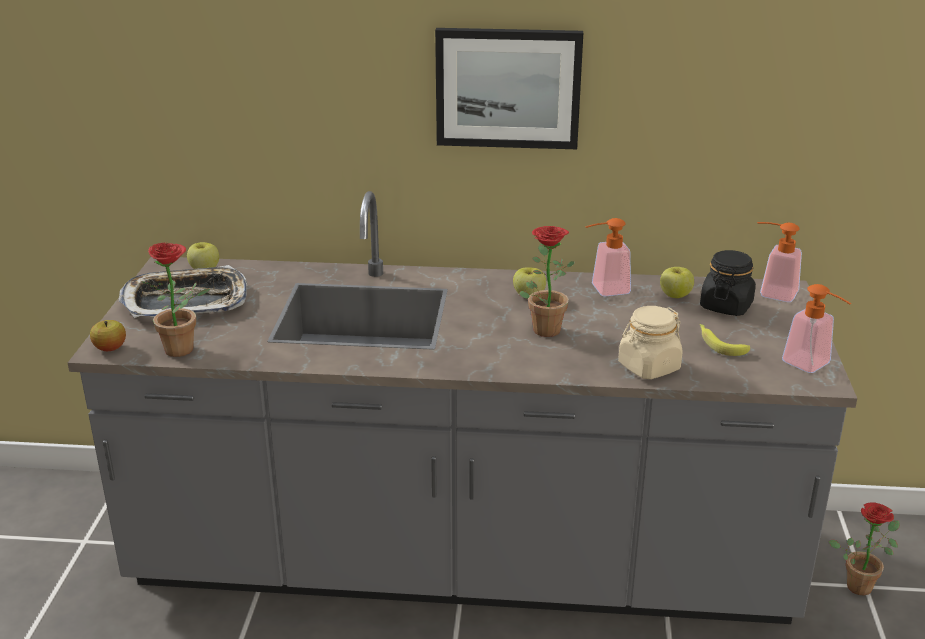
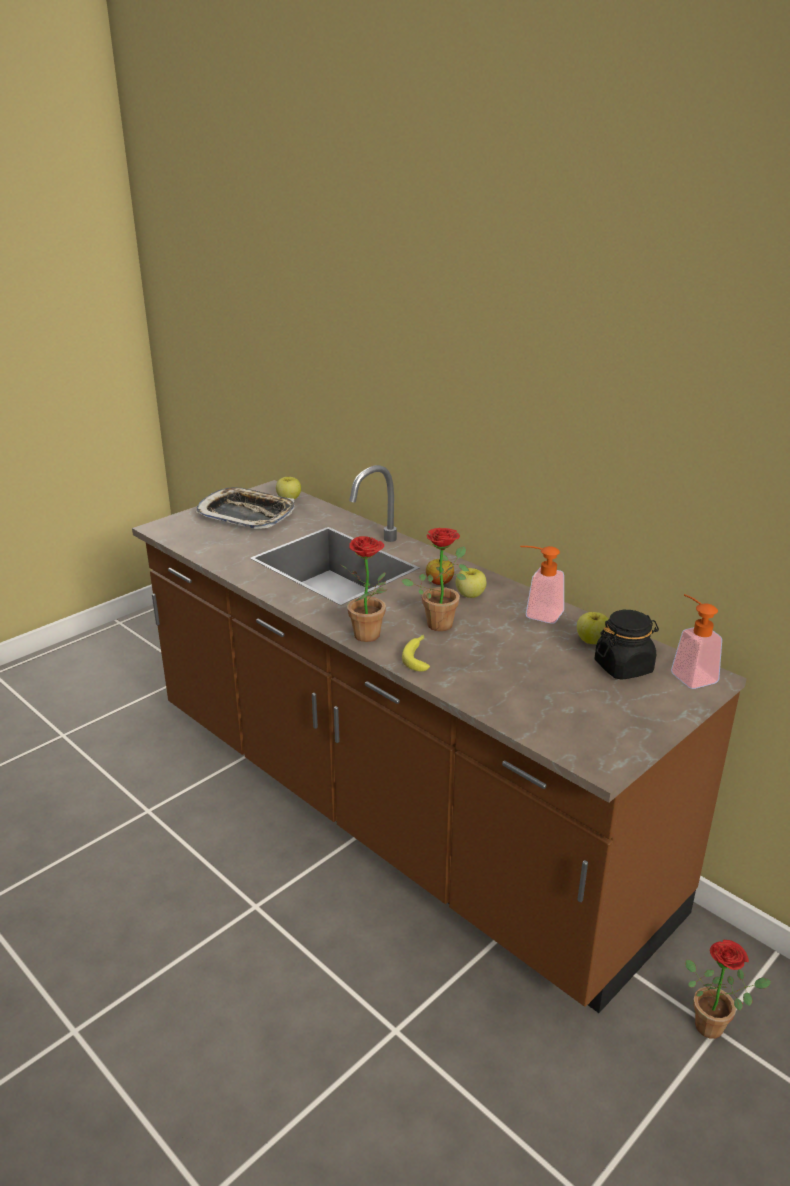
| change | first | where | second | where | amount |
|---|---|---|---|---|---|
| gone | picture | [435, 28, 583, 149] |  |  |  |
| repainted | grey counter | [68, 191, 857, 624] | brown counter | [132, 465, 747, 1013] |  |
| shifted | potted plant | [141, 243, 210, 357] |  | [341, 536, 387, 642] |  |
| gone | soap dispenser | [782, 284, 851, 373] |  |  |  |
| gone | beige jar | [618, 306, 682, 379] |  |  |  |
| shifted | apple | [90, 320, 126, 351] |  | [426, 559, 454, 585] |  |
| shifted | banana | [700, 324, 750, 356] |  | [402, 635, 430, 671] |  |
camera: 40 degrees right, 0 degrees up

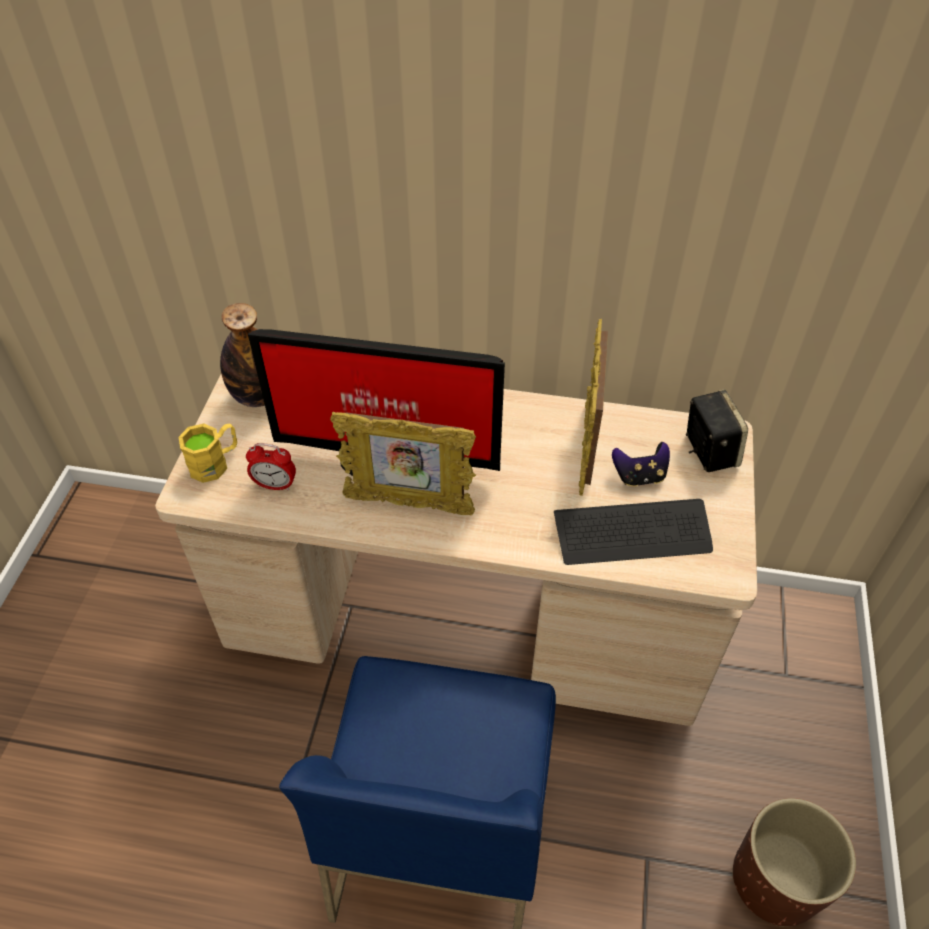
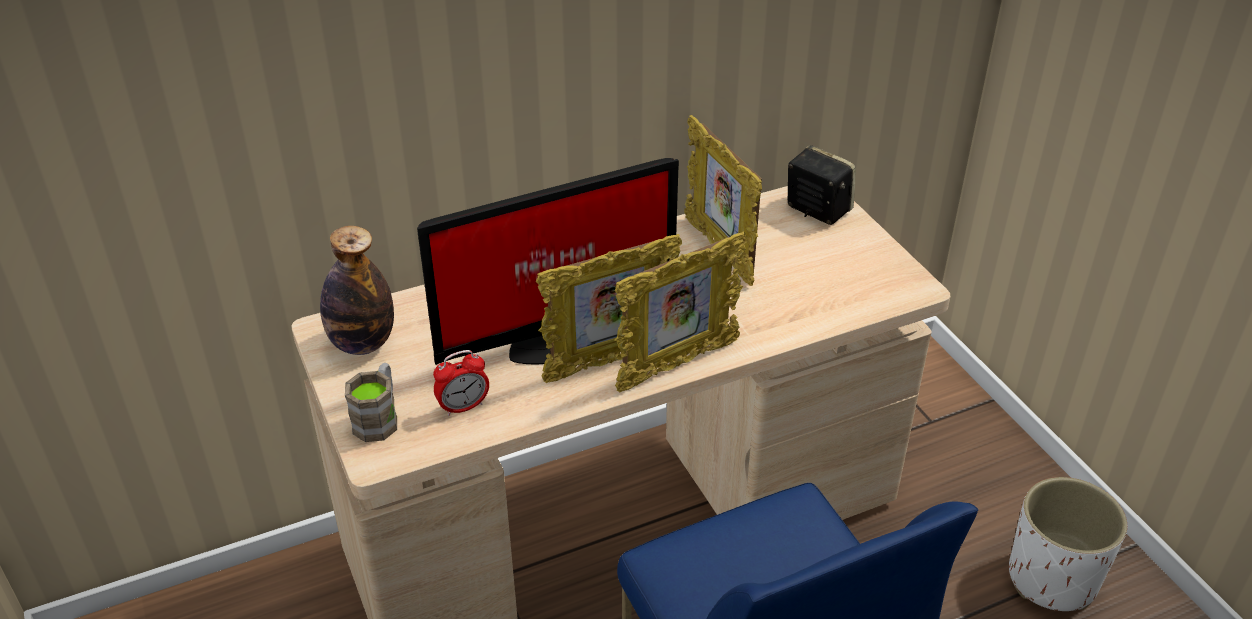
| change | first | where | second | where | amount |
|---|---|---|---|---|---|
| repainted | yellow mug | [178, 423, 237, 483] | brown mug | [345, 363, 397, 442] |  |
| gone | game controller | [612, 442, 670, 487] |  |  |  |
| gone | keyboard | [554, 499, 713, 565] |  |  |  |
| repainted | brown planter | [732, 798, 856, 927] | white planter | [1009, 477, 1127, 611] |  |
| new |  |  | picture frame | [615, 232, 747, 392] |  |
camera: 35 degrees left, 10 degrees down

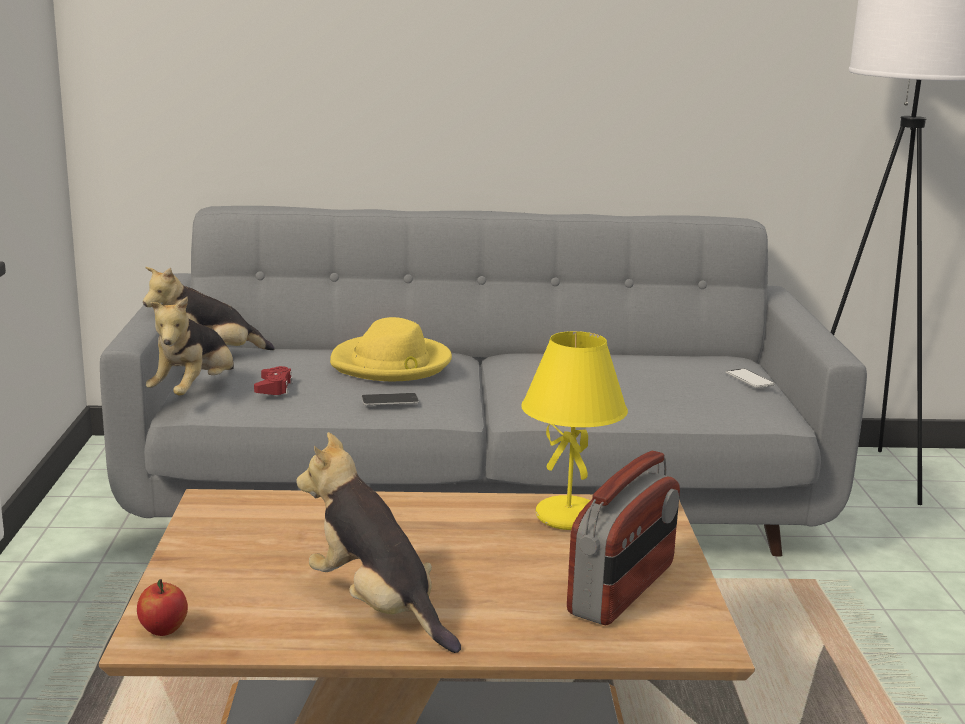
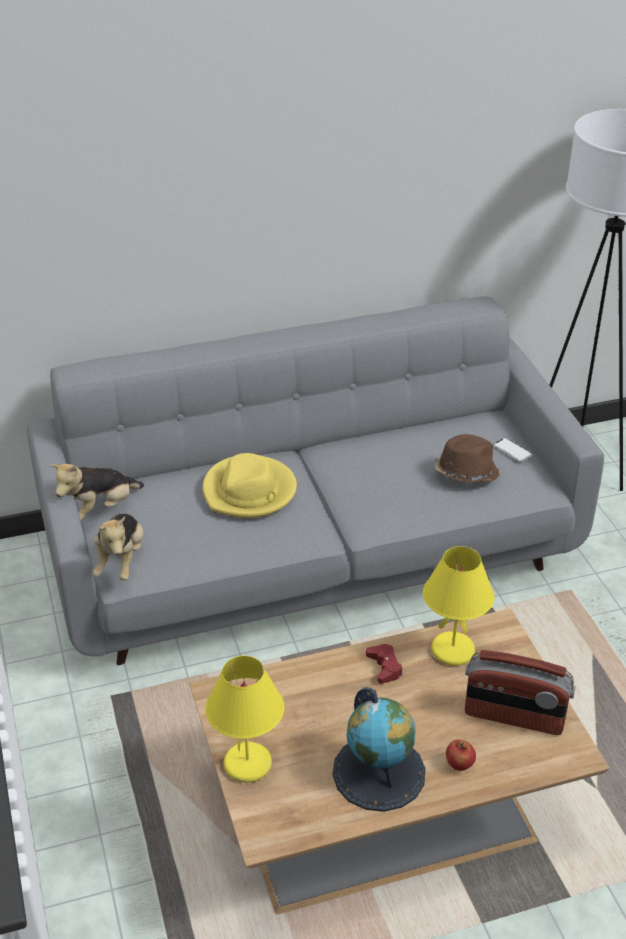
| change | first | where | second | where | amount |
|---|---|---|---|---|---|
| shifted | red game controller | [254, 366, 293, 395] |  | [366, 644, 403, 684] |  |
| gone | phone | [361, 393, 419, 405] |  |  |  |
| swapped | plush toy | [296, 432, 461, 653] | globe | [332, 687, 426, 812] |  |
| rotated | radio | [567, 451, 680, 625] |  | [465, 650, 575, 735] | 90 degrees clockwise |
| shifted | apple | [137, 579, 188, 636] |  | [446, 740, 476, 771] |  |
| new |  |  | brown hat | [435, 434, 499, 483] |  |
| new |  |  | yellow table lamp | [205, 656, 284, 783] |  |
camera: 15 degrees left, 20 degrees up

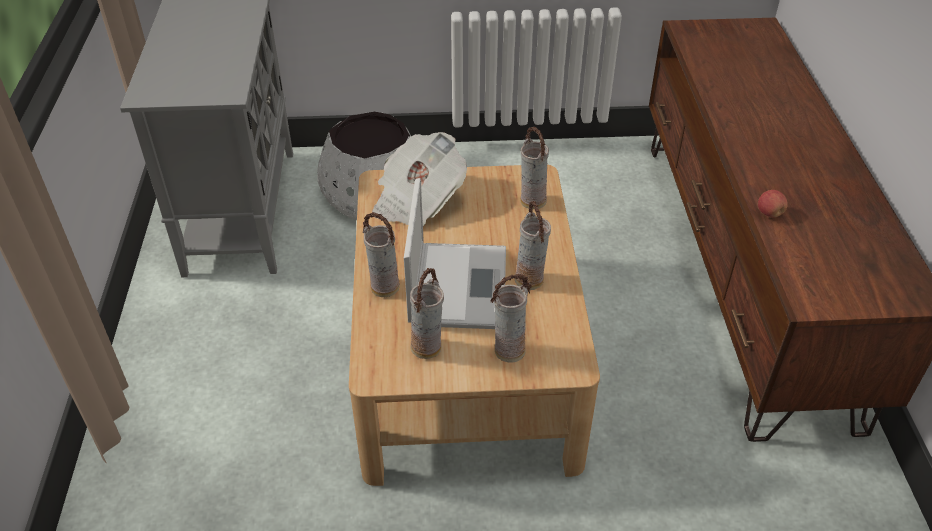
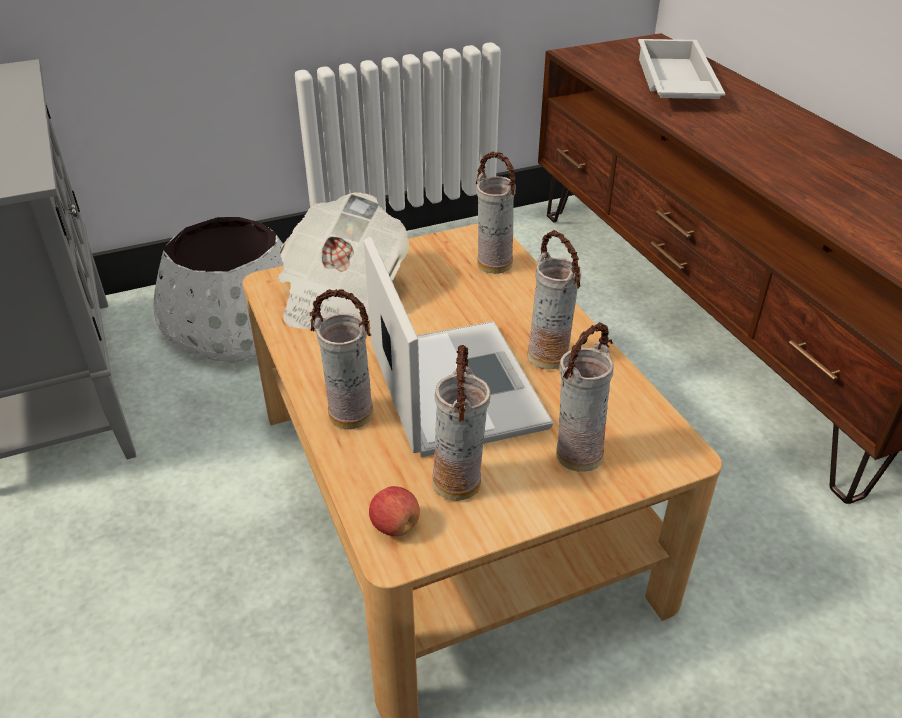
| change | first | where | second | where | amount |
|---|---|---|---|---|---|
| shifted | apple | [758, 190, 788, 217] |  | [369, 486, 420, 536] |  |
| new |  |  | white tray | [638, 39, 725, 99] |  |
camera: 20 degrees left, 5 degrees down

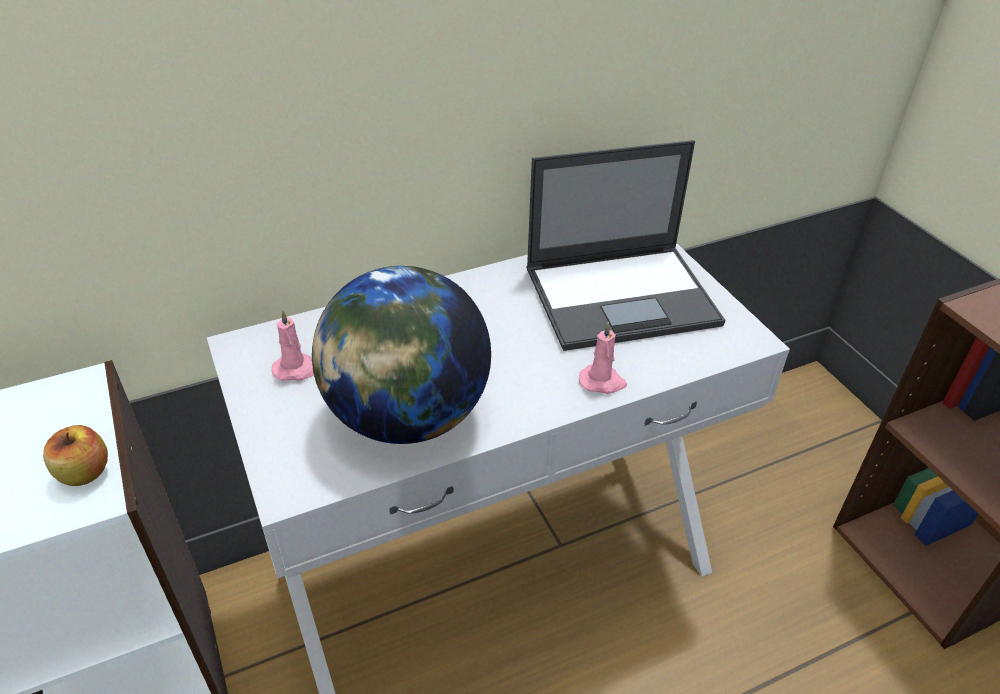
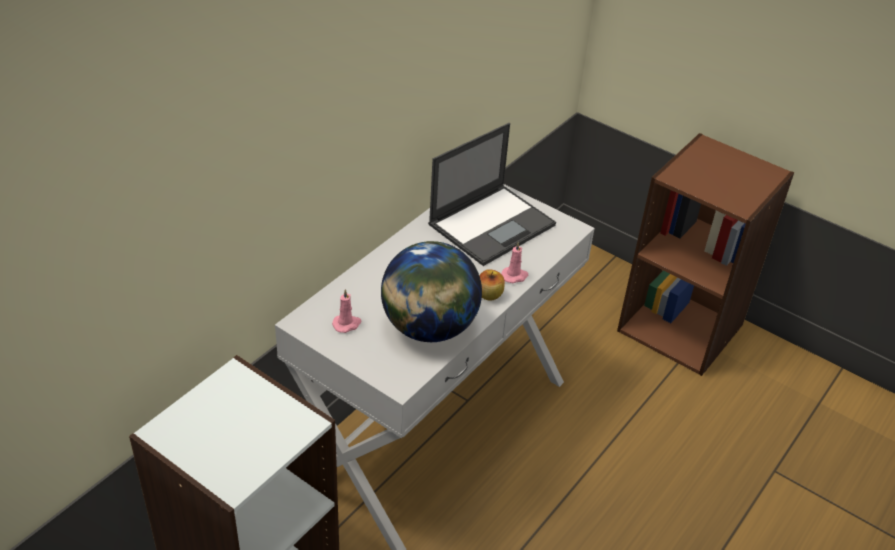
| change | first | where | second | where | amount |
|---|---|---|---|---|---|
| shifted | apple | [43, 425, 108, 486] |  | [479, 269, 505, 301] |  |
camera: 30 degrees left, 0 degrees up

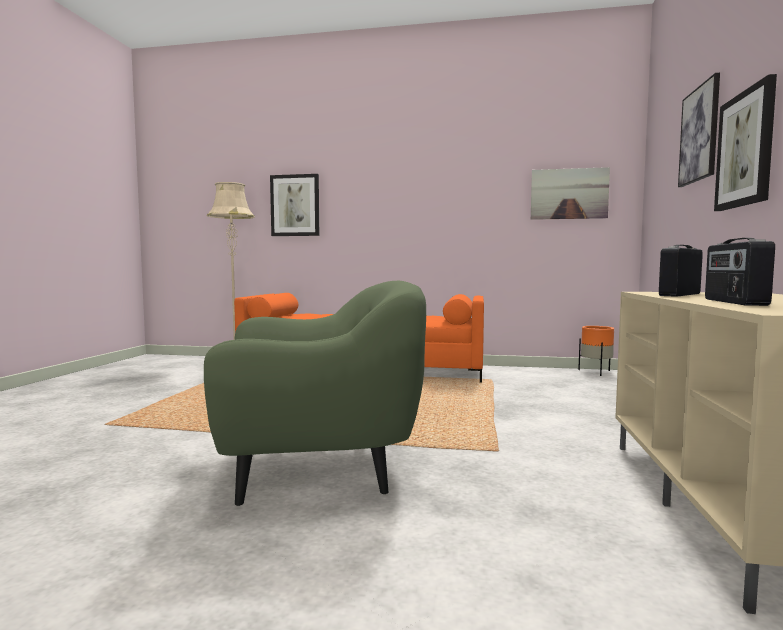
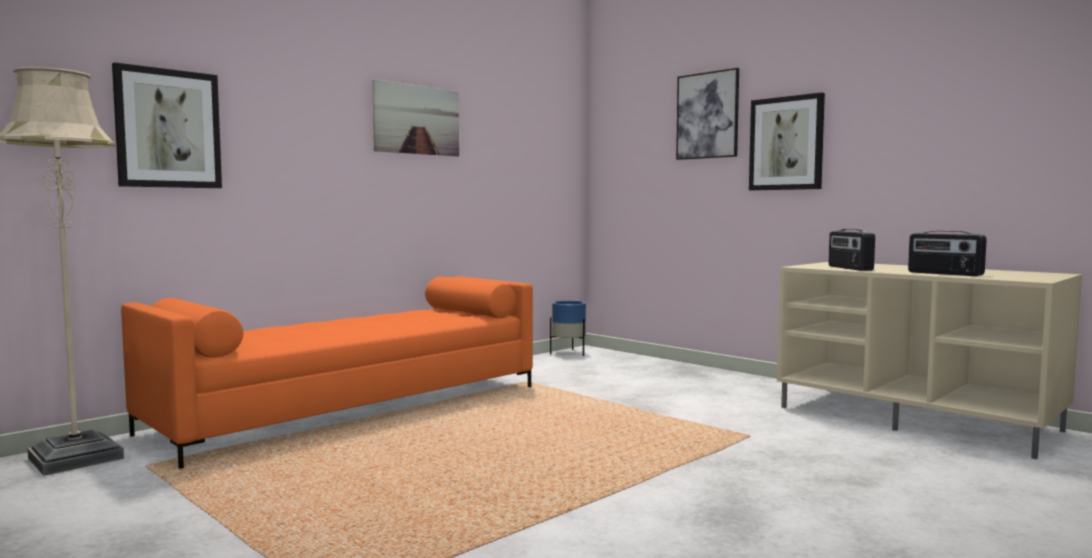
| change | first | where | second | where | amount |
|---|---|---|---|---|---|
| shifted | picture | [531, 167, 610, 220] |  | [372, 79, 459, 157] |  |
| gone | green armchair | [204, 281, 426, 506] |  |  |  |
| repainted | orange planter | [578, 326, 614, 376] | blue planter | [550, 300, 586, 356] |  |
camera: 55 degrees left, 0 degrees up

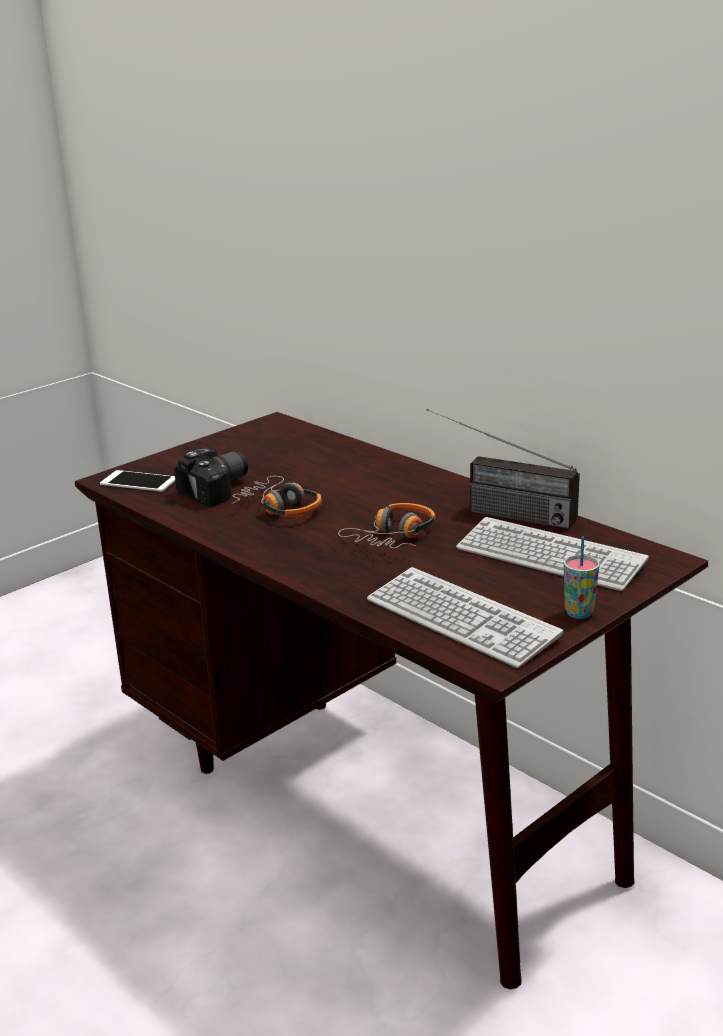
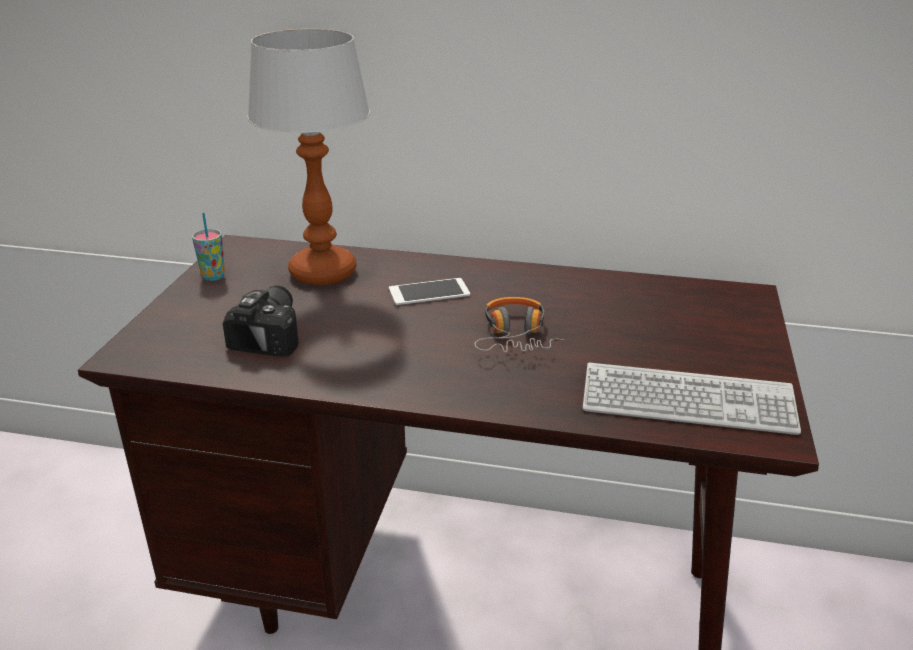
| change | first | where | second | where | amount |
|---|---|---|---|---|---|
| gone | radio | [426, 408, 580, 529] |  |  |  |
| shifted | phone | [100, 470, 175, 492] |  | [389, 278, 470, 305] |  |
| gone | headphones | [231, 476, 322, 517] |  |  |  |
| gone | keyboard | [456, 517, 649, 591] |  |  |  |
| shifted | cup | [564, 537, 600, 619] |  | [192, 213, 225, 281] |  |
| new |  |  | table lamp | [247, 29, 370, 285] |  |
camera: 35 degrees left, 5 degrees up

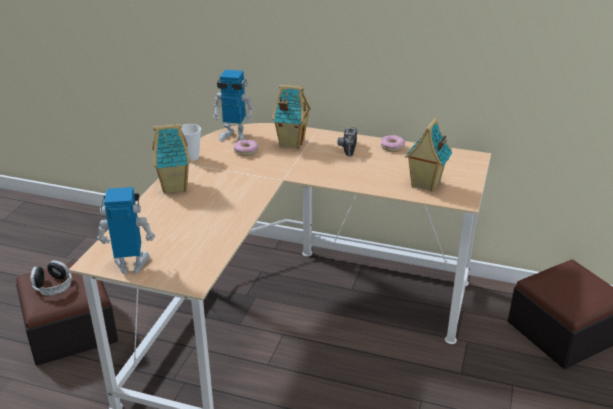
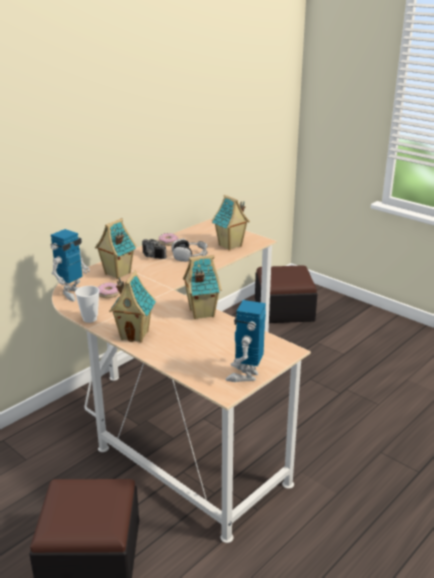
| change | first | where | second | where | amount |
|---|---|---|---|---|---|
| shifted | headphones | [30, 260, 72, 296] |  | [171, 239, 208, 262] |  |
| new |  |  | toy house | [183, 255, 222, 319] |  |
camera: 65 degrees left, 5 degrees down

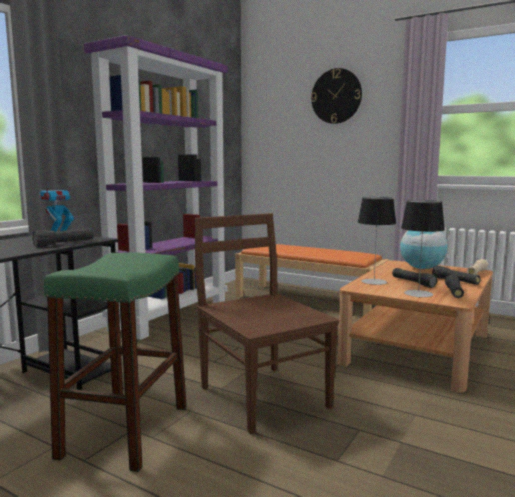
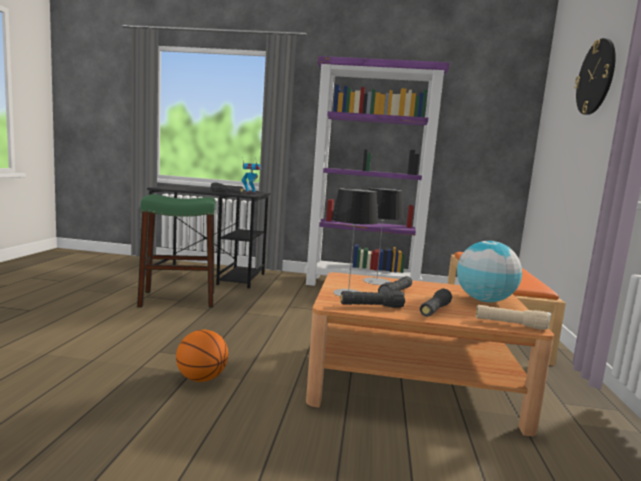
| change | first | where | second | where | amount |
|---|---|---|---|---|---|
| gone | brown chair | [195, 213, 339, 435] |  |  |  |
| new |  |  | basketball | [176, 330, 228, 382] |  |
camera: 65 degrees right, 0 degrees up

